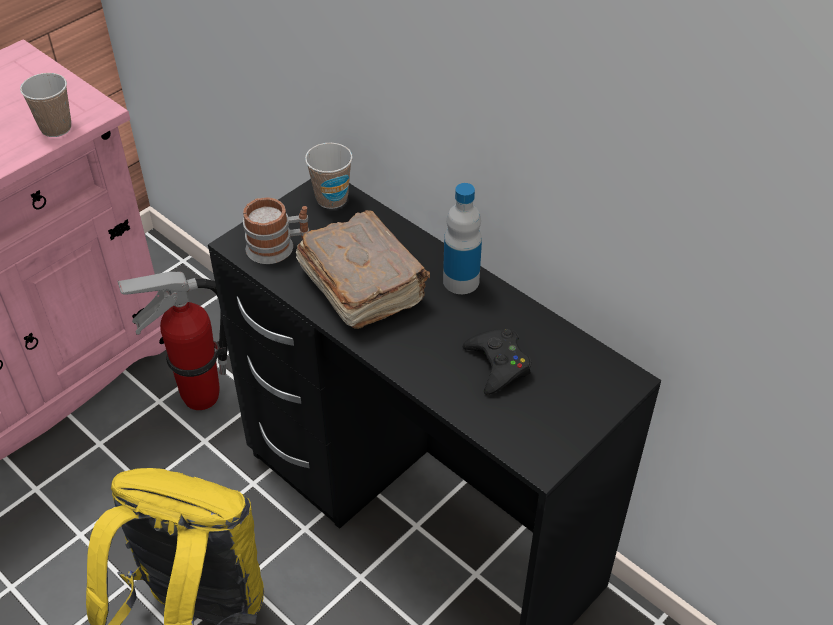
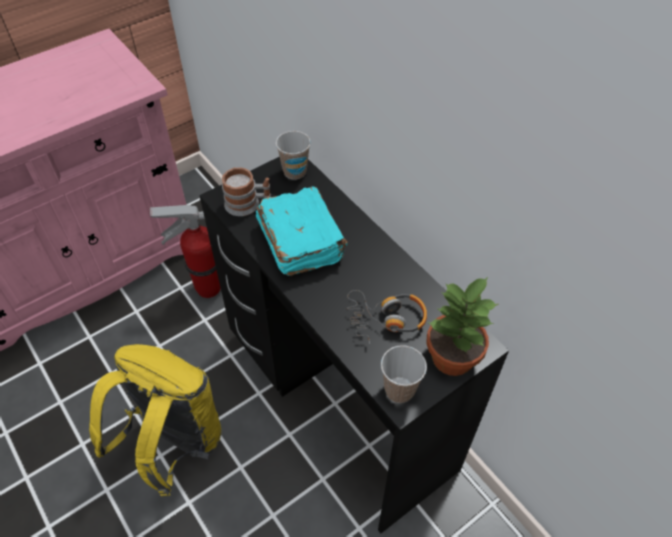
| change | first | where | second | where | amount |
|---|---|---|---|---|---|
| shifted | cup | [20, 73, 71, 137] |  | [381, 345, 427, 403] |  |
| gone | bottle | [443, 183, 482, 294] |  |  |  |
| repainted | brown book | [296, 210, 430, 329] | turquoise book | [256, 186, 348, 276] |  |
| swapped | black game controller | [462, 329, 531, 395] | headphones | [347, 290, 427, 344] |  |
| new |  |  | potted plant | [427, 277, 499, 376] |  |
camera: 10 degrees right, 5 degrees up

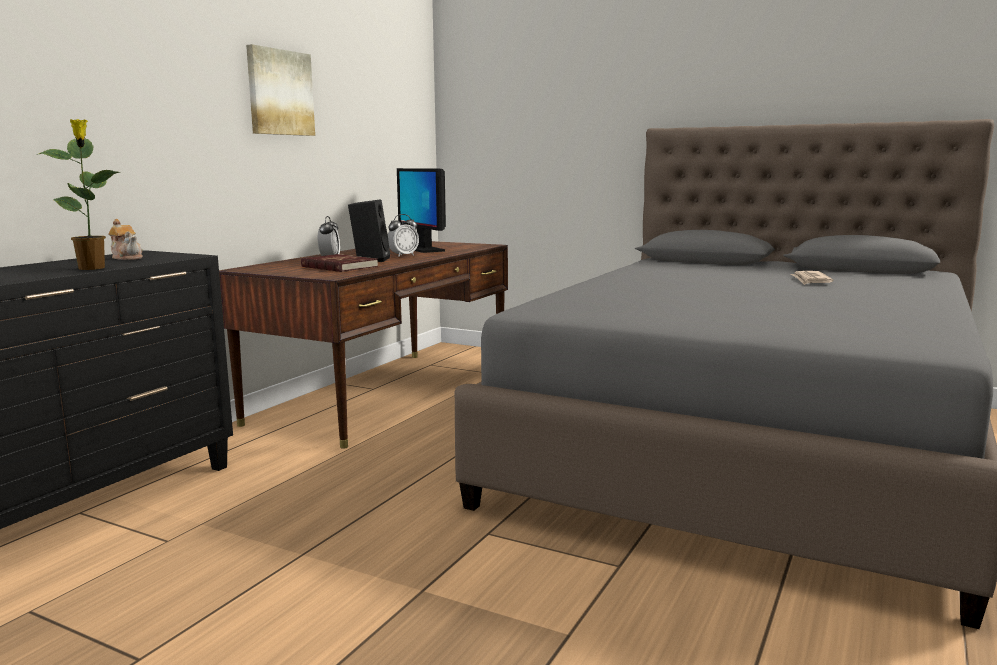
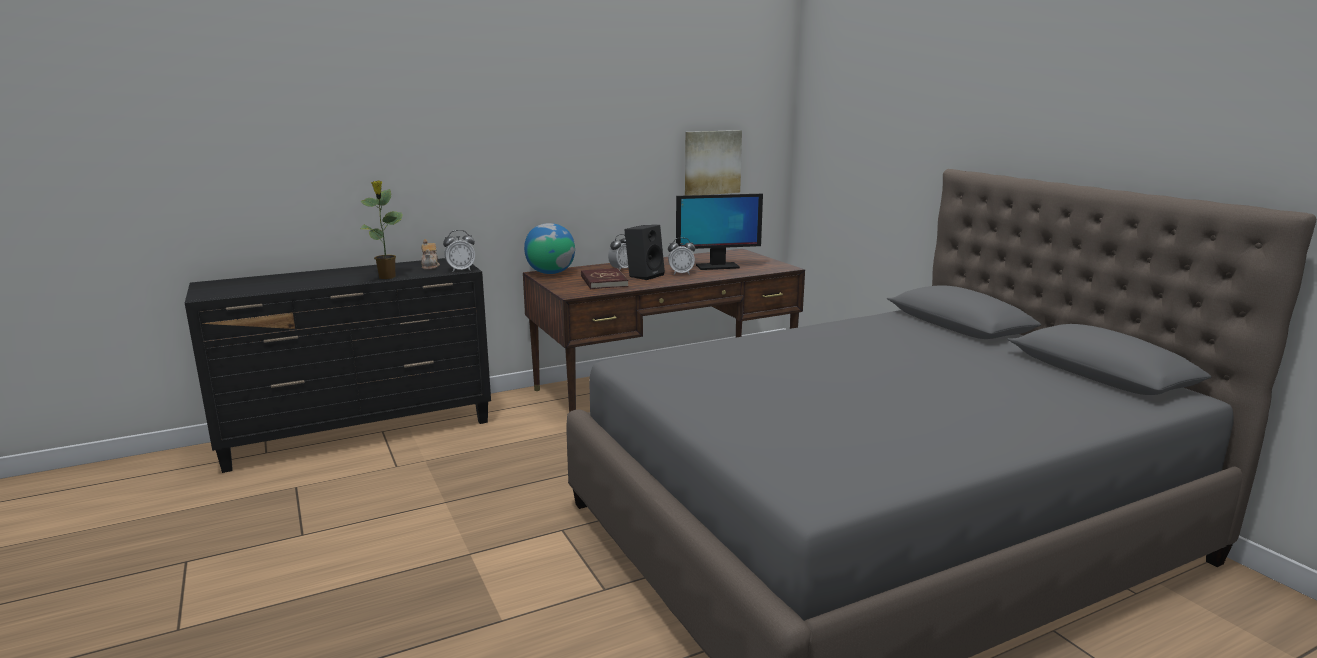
| change | first | where | second | where | amount |
|---|---|---|---|---|---|
| shifted | picture | [246, 44, 315, 136] |  | [685, 130, 742, 196] |  |
| rotated | monitor | [397, 168, 446, 253] |  | [676, 194, 763, 270] | 105 degrees counterclockwise |
| gone | newspaper | [791, 271, 834, 285] |  |  |  |
| new |  |  | globe | [524, 223, 575, 274] |  |
| new |  |  | alarm clock | [443, 230, 475, 272] |  |
camera: 35 degrees right, 5 degrees up

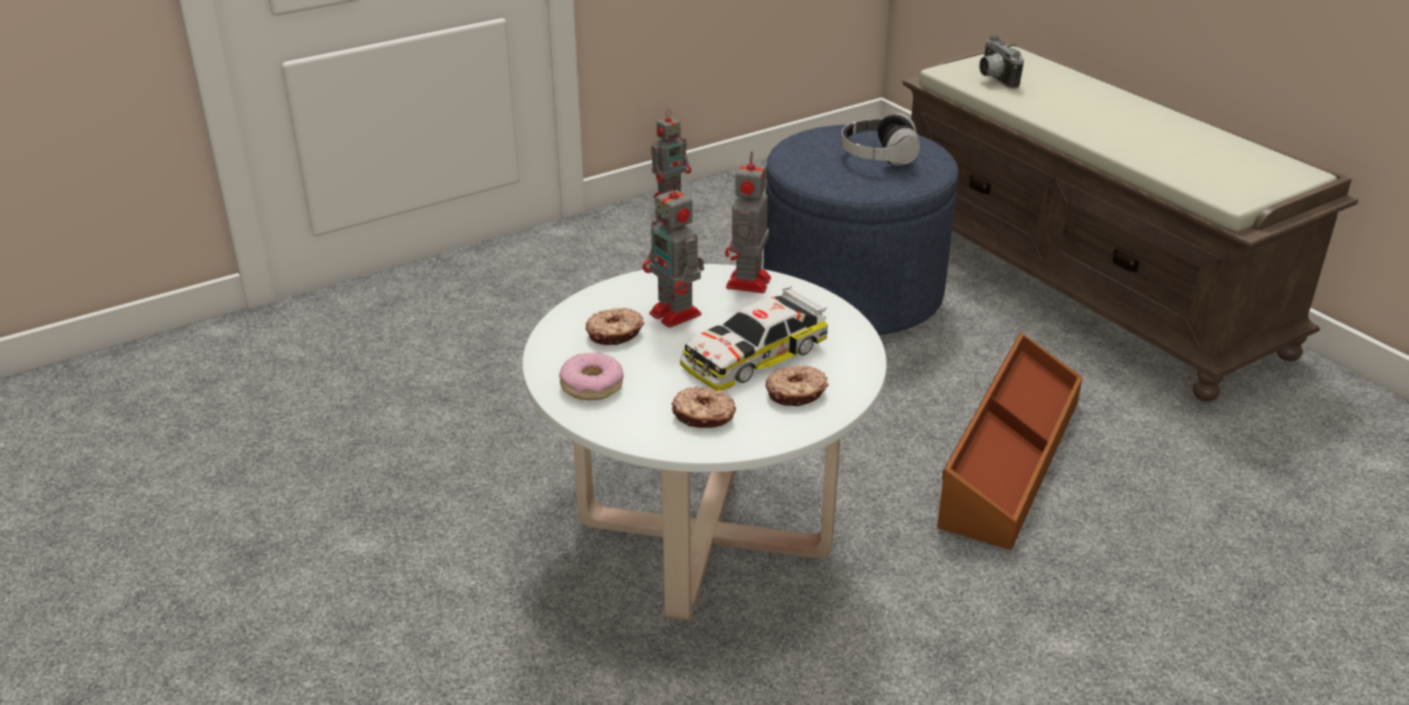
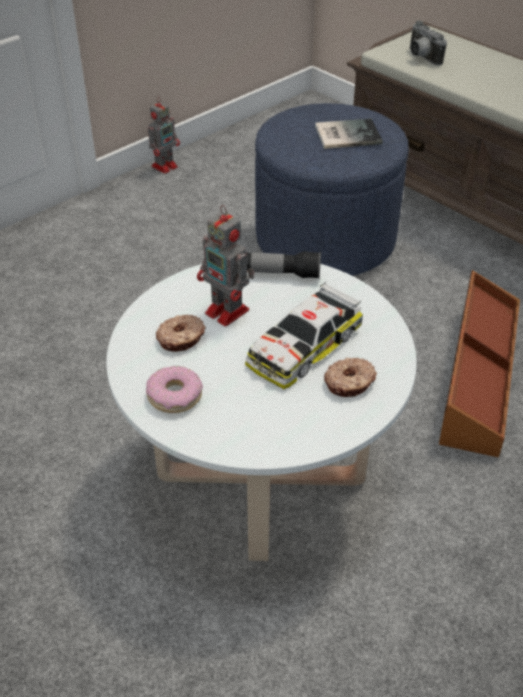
| change | first | where | second | where | amount |
|---|---|---|---|---|---|
| swapped | headphones | [841, 113, 920, 166] | book | [315, 119, 383, 149] |  |
| swapped | toy robot | [725, 151, 771, 293] | flashlight | [246, 251, 321, 279] |  |
| gone | donut | [671, 386, 736, 428] |  |  |  |
camera: 10 degrees left, 10 degrees up

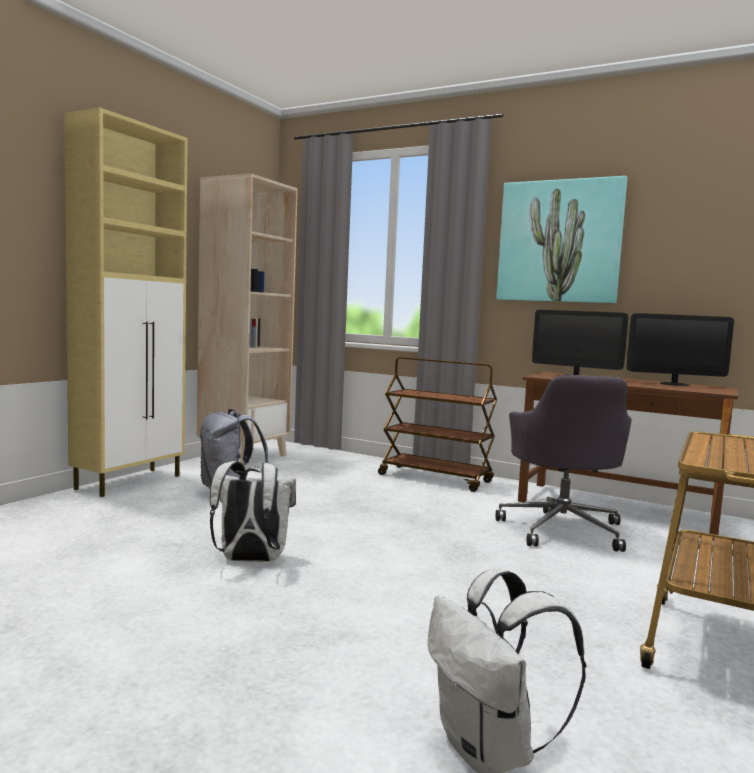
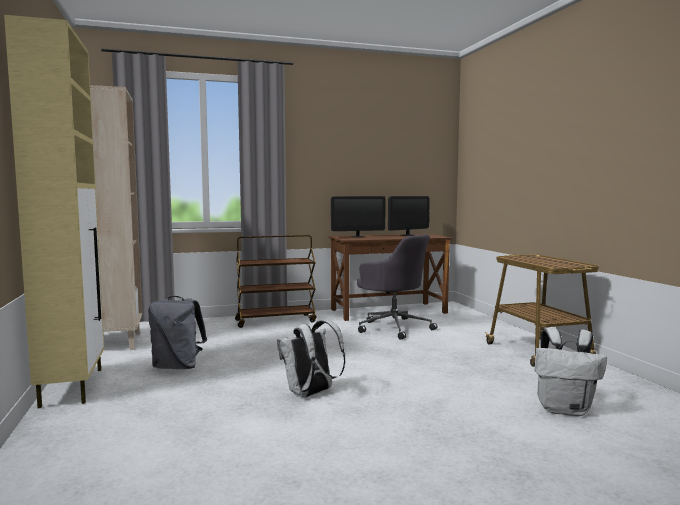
| change | first | where | second | where | amount |
|---|---|---|---|---|---|
| gone | picture | [496, 176, 627, 303] |  |  |  |
camera: 45 degrees left, 0 degrees up

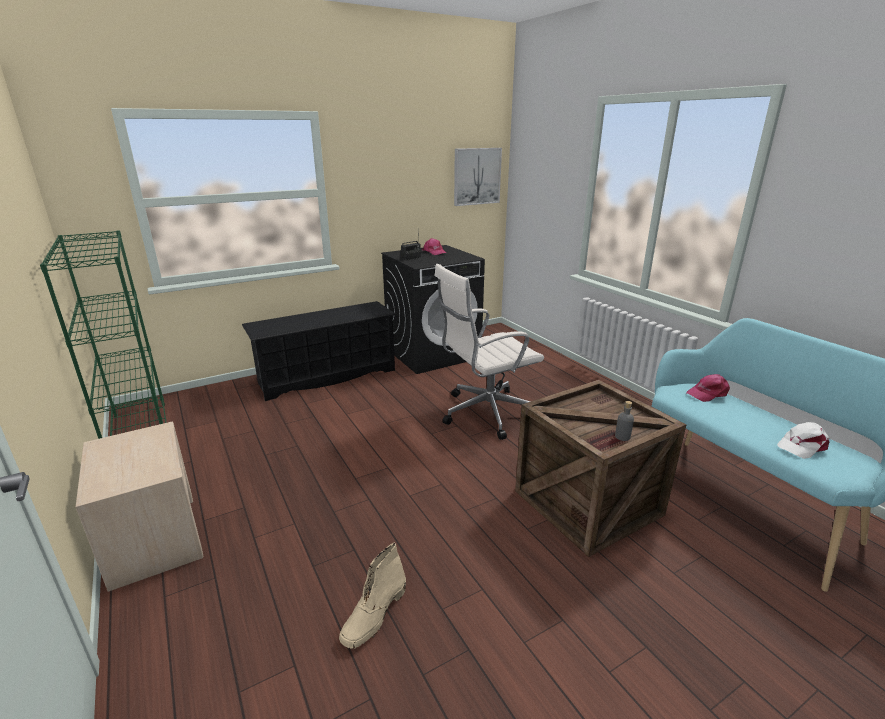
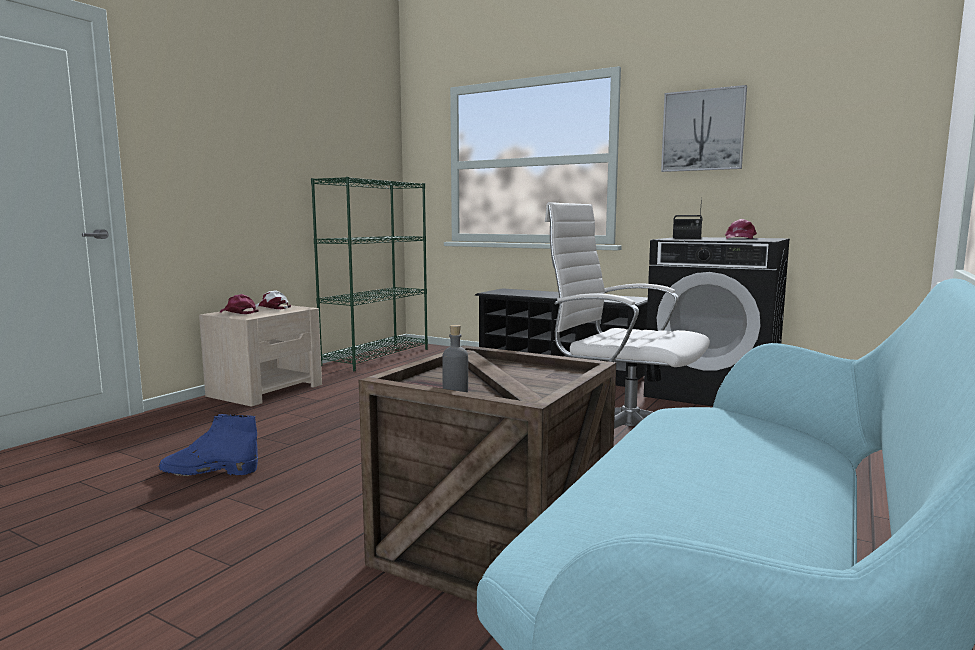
| change | first | where | second | where | amount |
|---|---|---|---|---|---|
| shifted | picture | [454, 148, 502, 206] |  | [661, 85, 747, 172] |  |
| shifted | pink cap | [686, 374, 730, 402] |  | [220, 294, 259, 314] |  |
| shifted | white cap | [777, 422, 829, 459] |  | [255, 290, 291, 309] |  |
| repainted | beige boot | [339, 543, 406, 649] | blue boot | [159, 414, 258, 476] |  |
camera: 60 degrees right, 15 degrees down

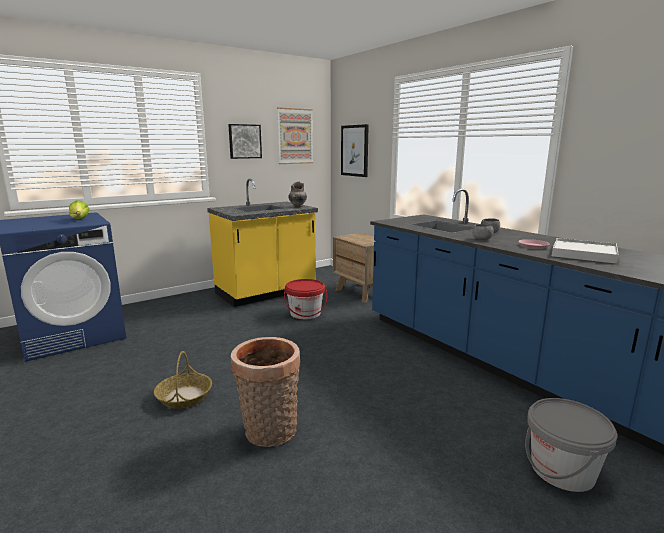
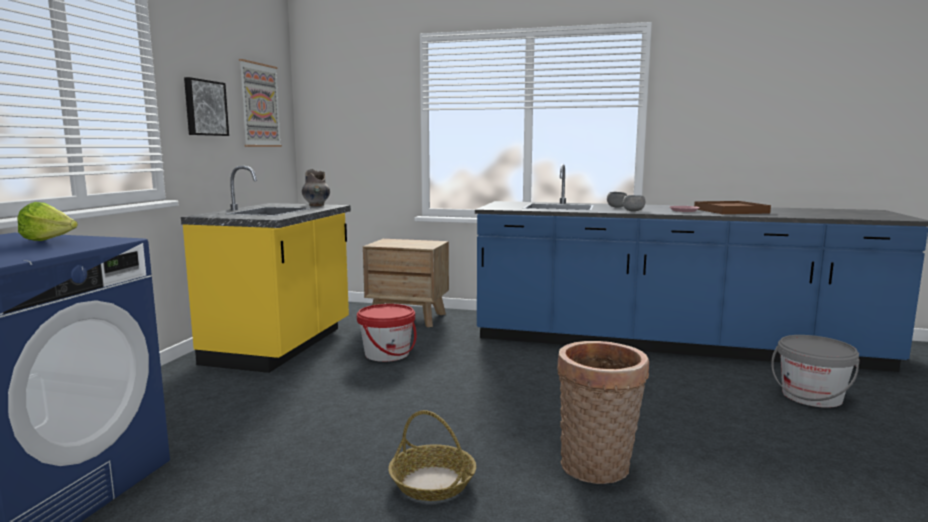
| change | first | where | second | where | amount |
|---|---|---|---|---|---|
| gone | picture | [341, 124, 369, 177] |  |  |  |
| repainted | white tray | [552, 238, 619, 264] | brown tray | [694, 201, 771, 214] |  |
camera: 40 degrees left, 5 degrees down

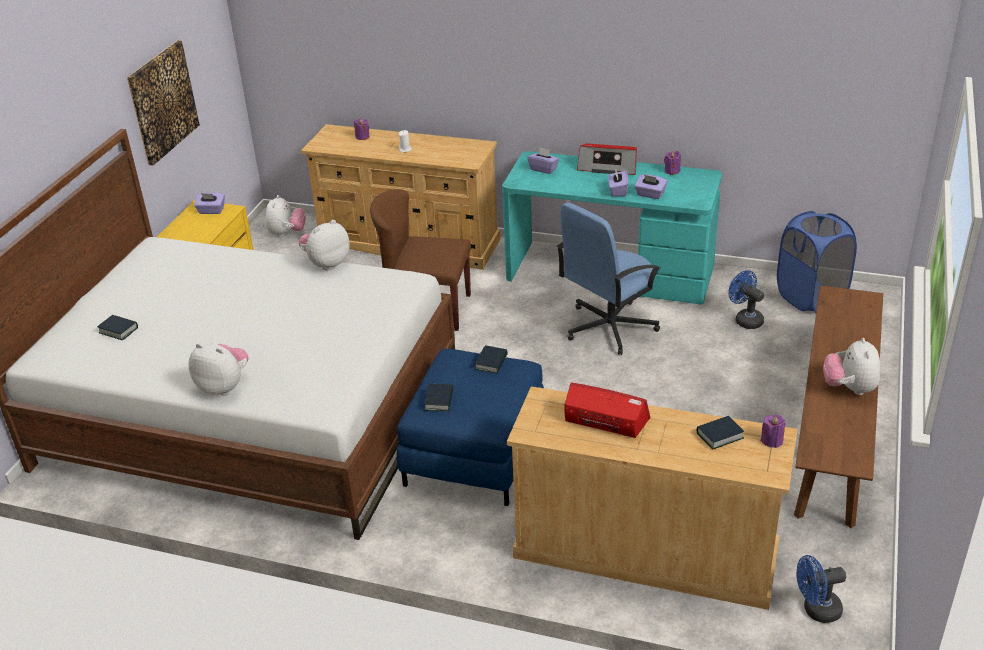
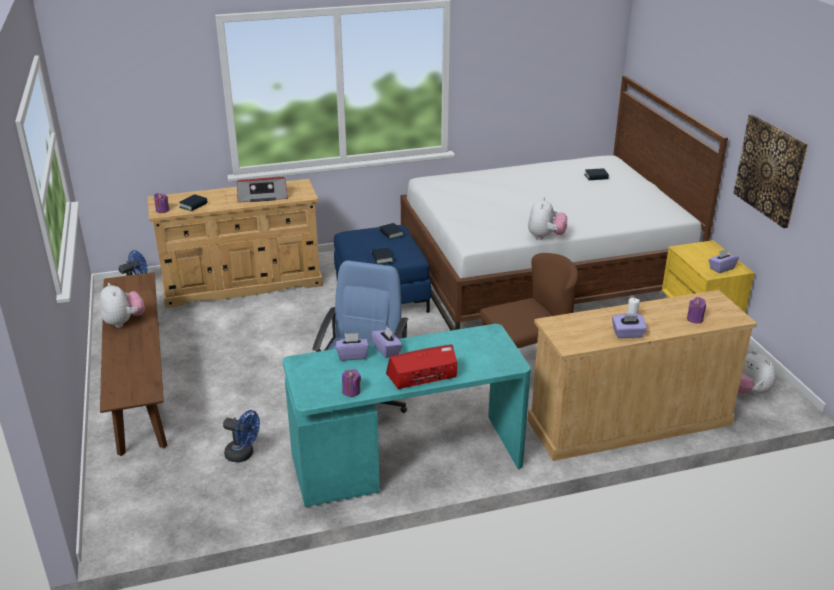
| change | first | where | second | where | amount |
|---|---|---|---|---|---|
| shifted | purple tissue box | [528, 148, 559, 174] |  | [612, 314, 647, 338] |  |
| gone | blue laundry basket | [777, 211, 857, 312] |  |  |  |
| gone | plush toy | [189, 343, 248, 396] |  |  |  |
camera: 145 degrees right, 5 degrees down

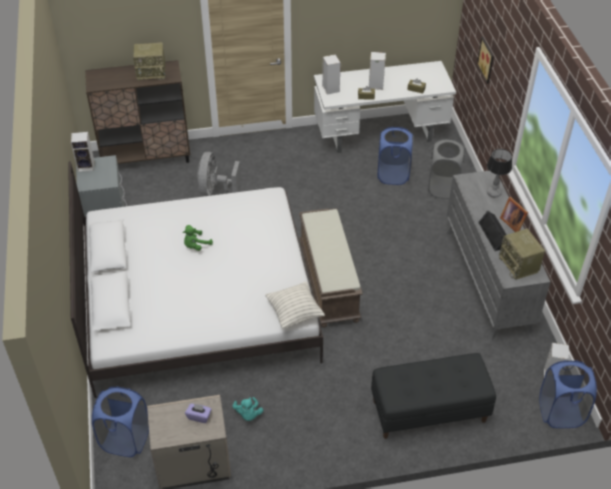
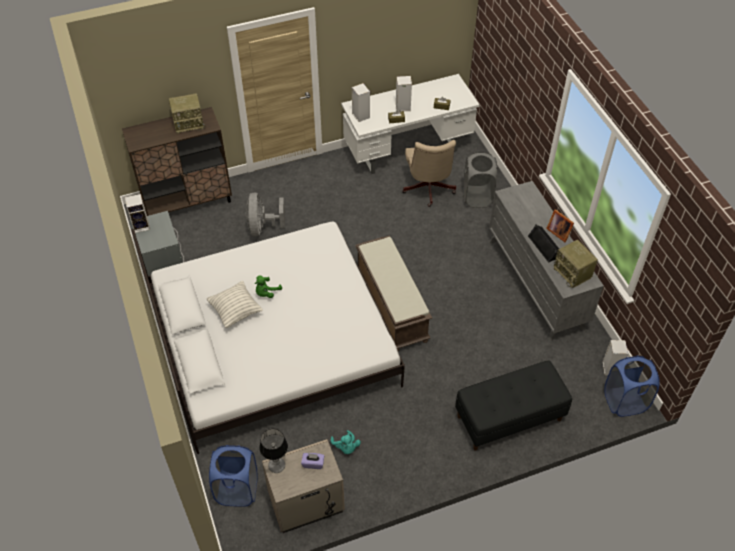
| change | first | where | second | where | amount |
|---|---|---|---|---|---|
| gone | picture | [477, 37, 494, 84] |  |  |  |
| swapped | blue laundry basket | [377, 127, 413, 185] | beige office chair | [402, 140, 456, 207] |  |
| shifted | table lamp | [487, 149, 512, 197] |  | [259, 428, 288, 473] |  |
| shifted | pillow | [265, 281, 325, 329] |  | [206, 281, 263, 328] |  |
camera: 10 degrees left, 5 degrees up

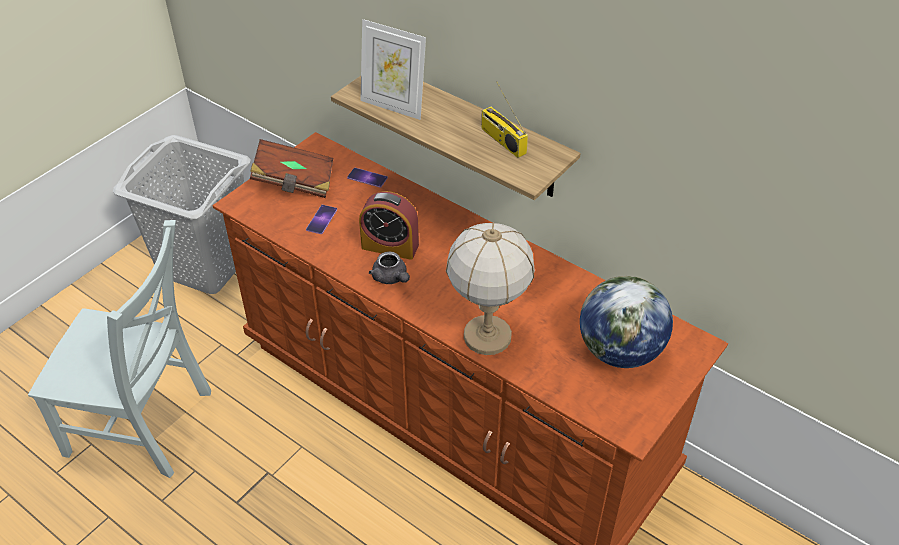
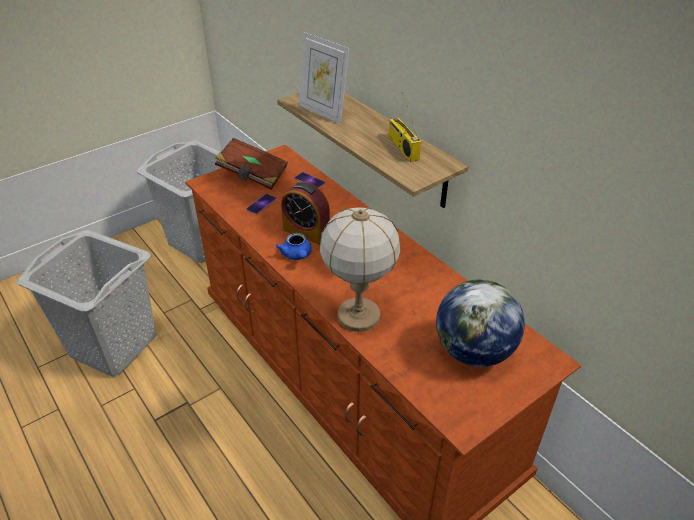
| change | first | where | second | where | amount |
|---|---|---|---|---|---|
| swapped | grey chair | [28, 220, 211, 478] | grey laundry basket | [17, 230, 156, 377] |  |
| repainted | grey teapot | [369, 252, 410, 284] | blue teapot | [276, 233, 312, 260] |  |
camera: 15 degrees right, 5 degrees down

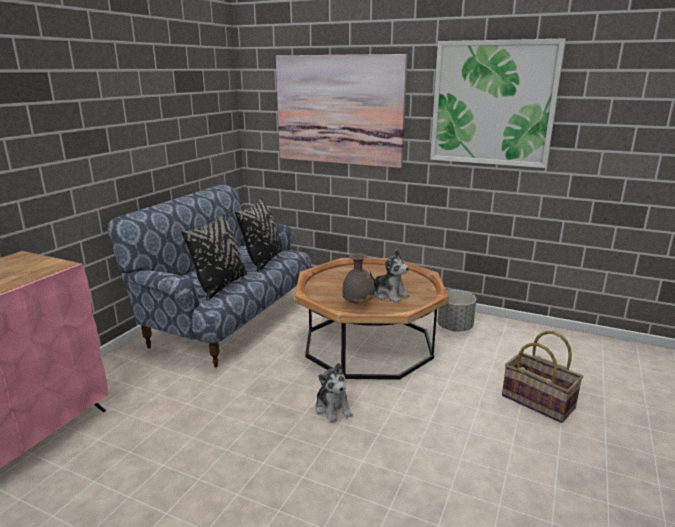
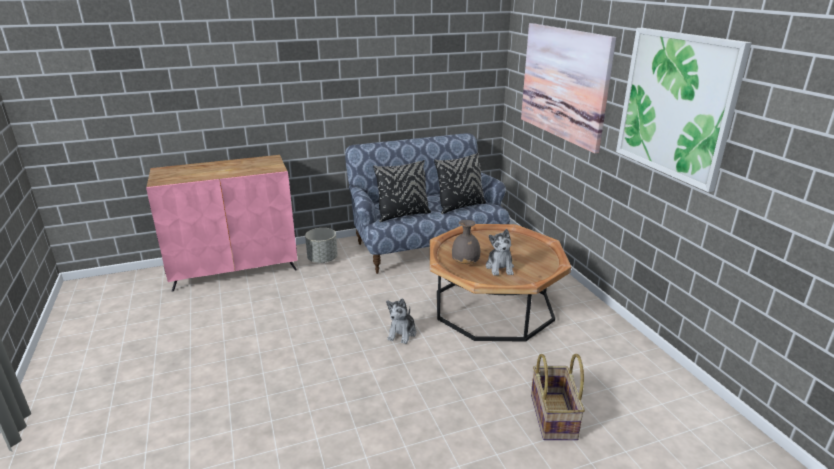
| change | first | where | second | where | amount |
|---|---|---|---|---|---|
| shifted | grey planter | [437, 290, 476, 332] |  | [305, 228, 338, 263] |  |
camera: 45 degrees right, 5 degrees up

